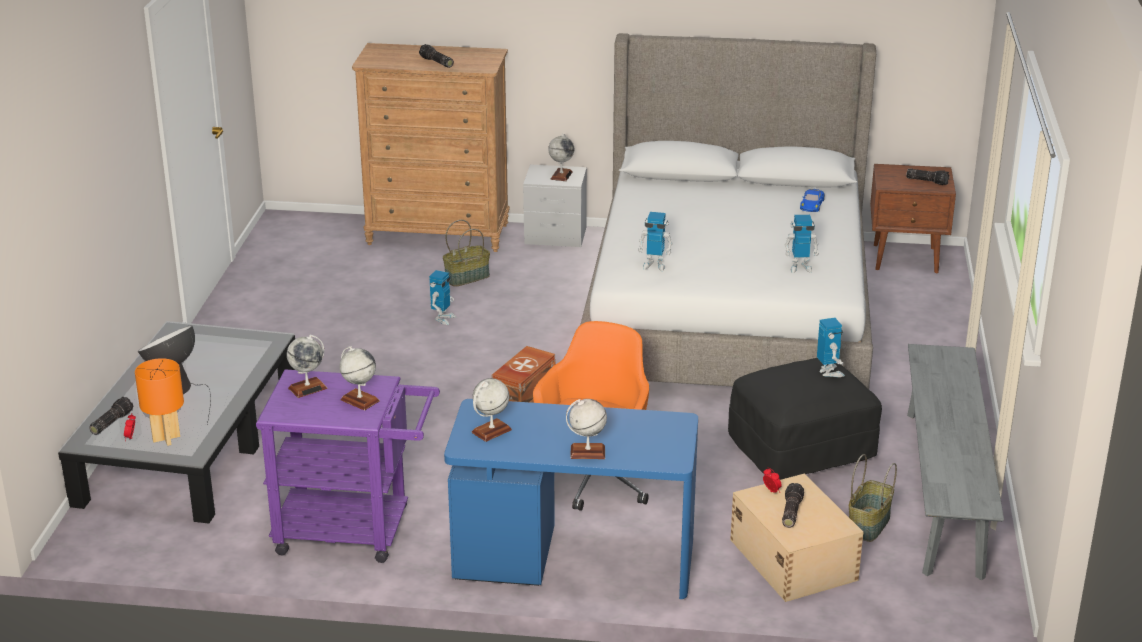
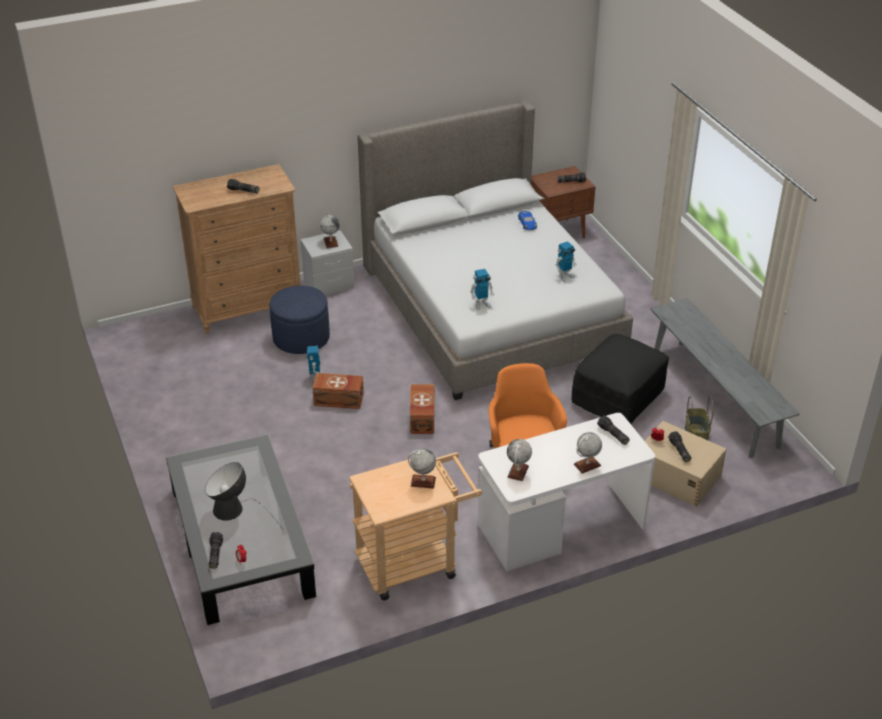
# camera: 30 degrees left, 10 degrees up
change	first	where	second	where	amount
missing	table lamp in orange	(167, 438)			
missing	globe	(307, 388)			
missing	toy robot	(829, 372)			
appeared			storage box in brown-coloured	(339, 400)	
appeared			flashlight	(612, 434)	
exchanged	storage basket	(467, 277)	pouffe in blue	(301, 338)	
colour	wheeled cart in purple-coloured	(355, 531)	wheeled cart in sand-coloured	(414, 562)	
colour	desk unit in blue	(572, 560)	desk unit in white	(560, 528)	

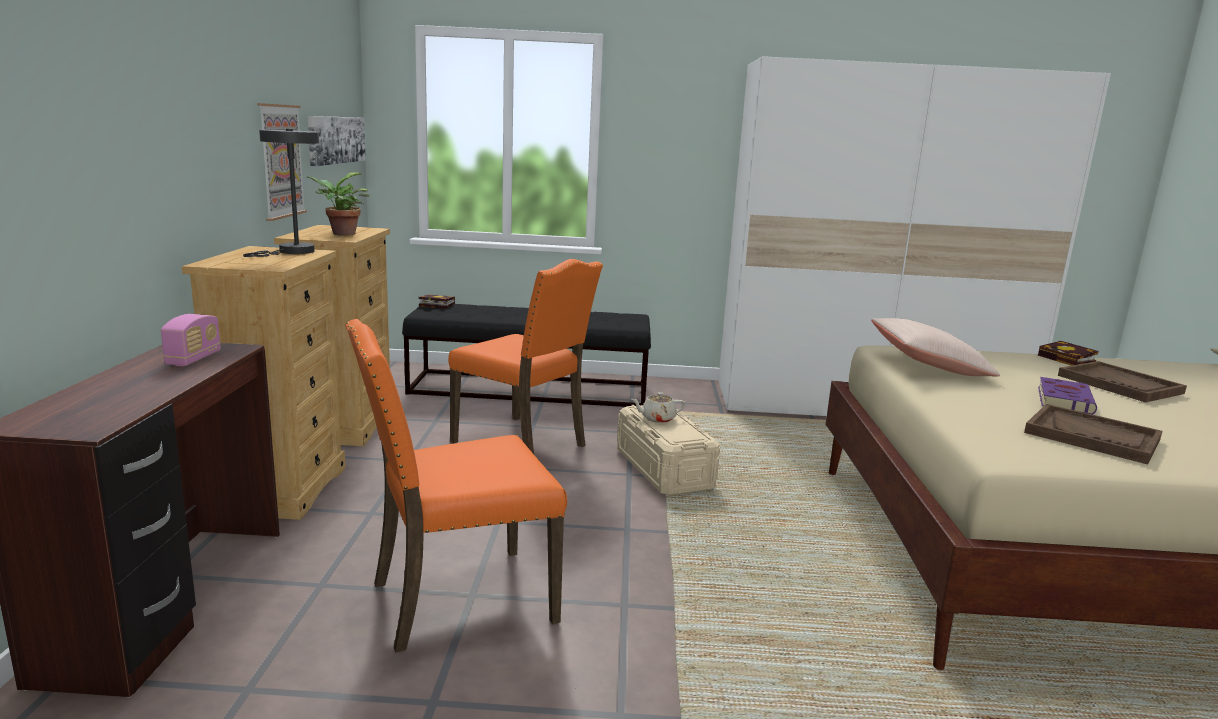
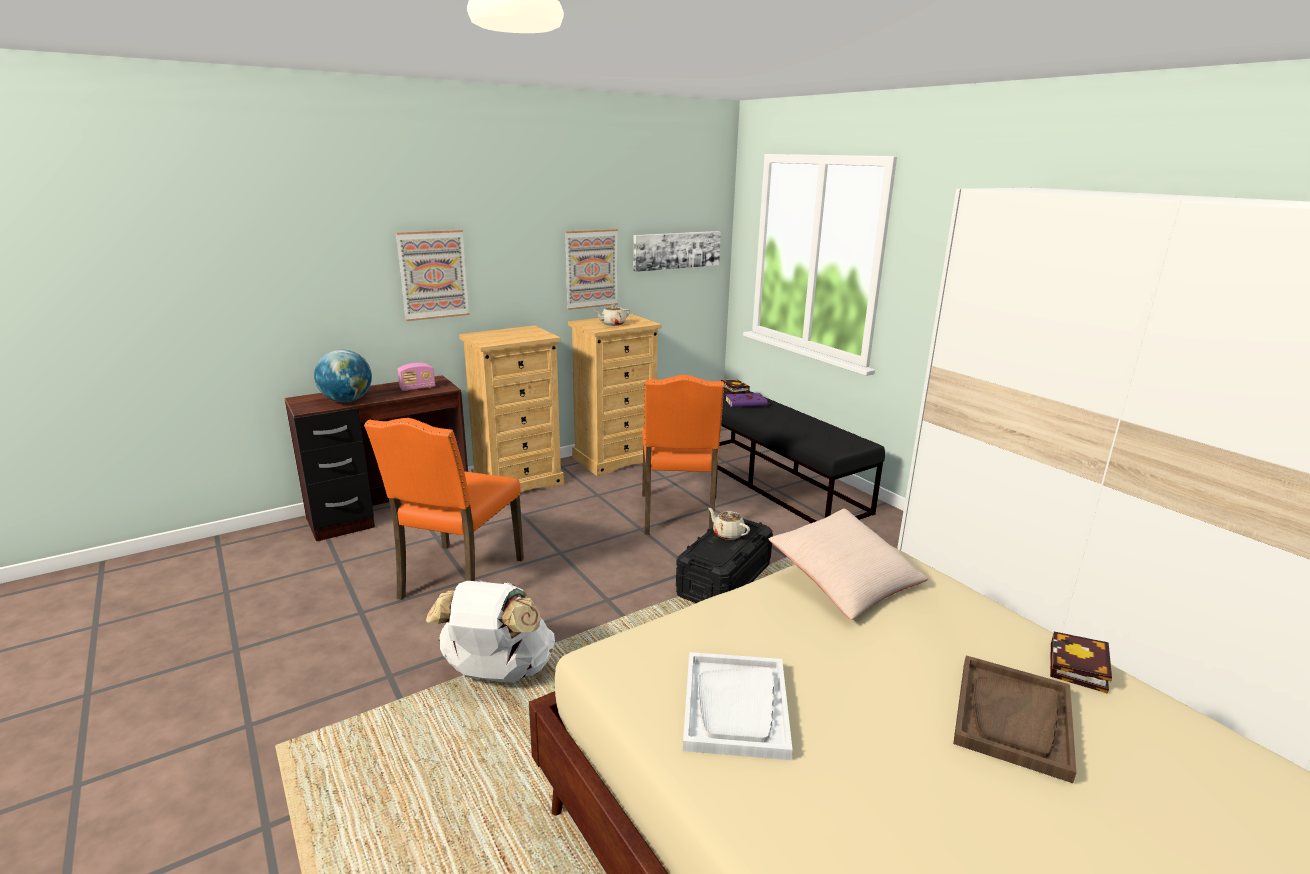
# camera: 55 degrees right, 5 degrees up
change	first	where	second	where	amount
missing	table lamp in greyish	(292, 252)			
appeared			globe	(347, 401)	
appeared			picture	(433, 275)	
appeared			rucksack in white	(497, 673)	
relocated	book in purple-coloured	(1064, 400)		(747, 403)	
exchanged	plant in a pot	(341, 234)	teapot in sand-coloured	(612, 324)	
colour	storage box in sand-coloured	(664, 469)	storage box in black	(724, 580)	
colour	carrying tray in brown-coloured	(1092, 436)	carrying tray in white	(736, 707)	
spun	plain chair in orange	(458, 600)		(458, 579)	105 degrees counterclockwise

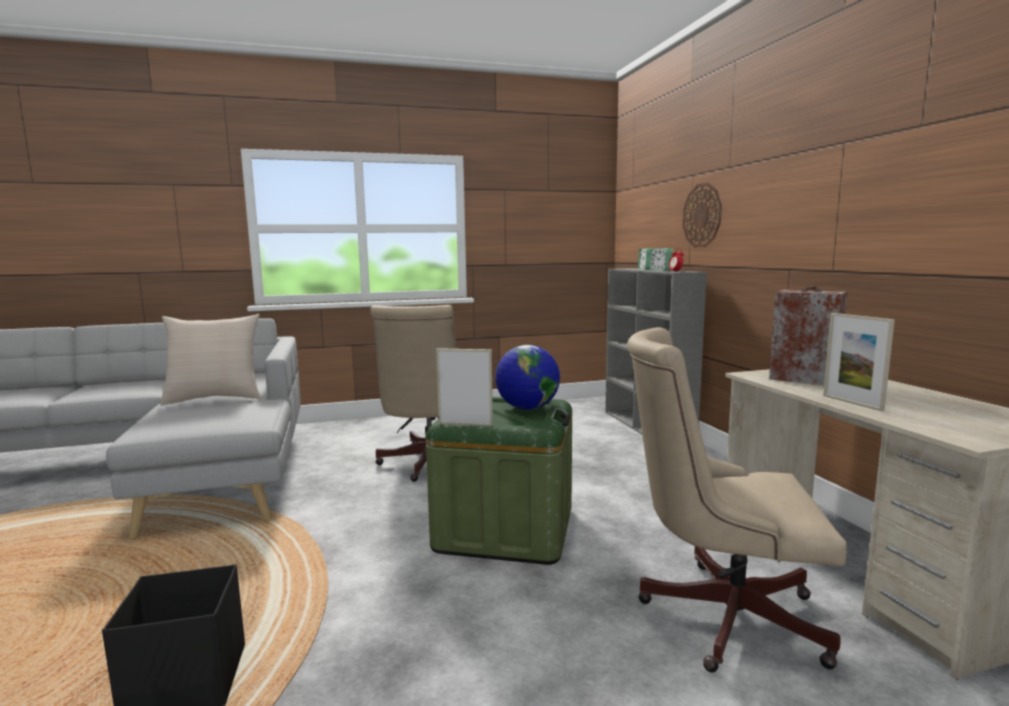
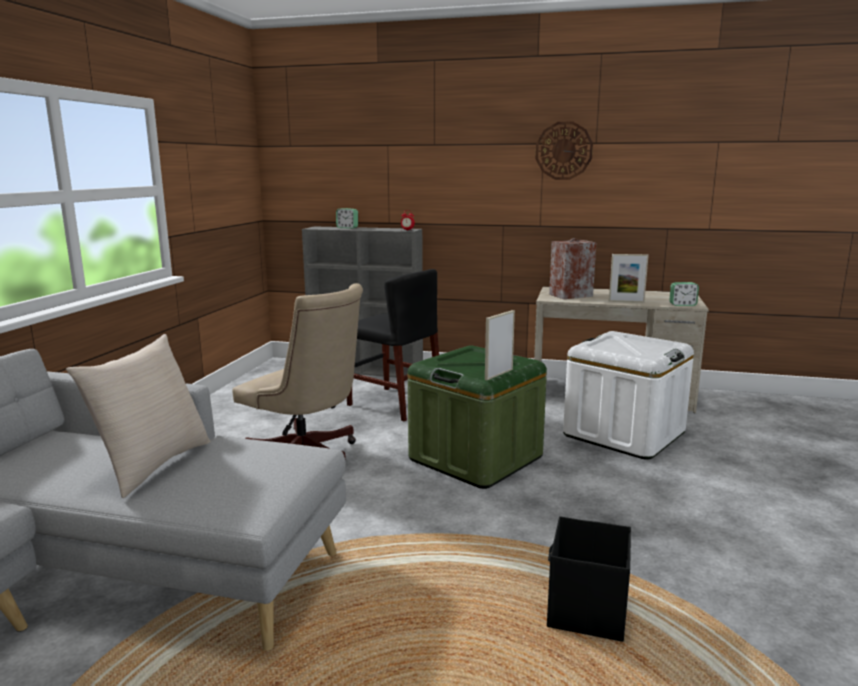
# camera: 60 degrees left, 5 degrees up
change	first	where	second	where	amount
missing	globe	(527, 408)			
appeared			plain chair in black	(394, 403)	
relocated	alarm clock	(661, 270)		(682, 305)	
relocated	hanging clock	(702, 215)		(563, 151)	
exchanged	computer chair in sand-coloured	(719, 613)	storage box in white	(624, 434)	

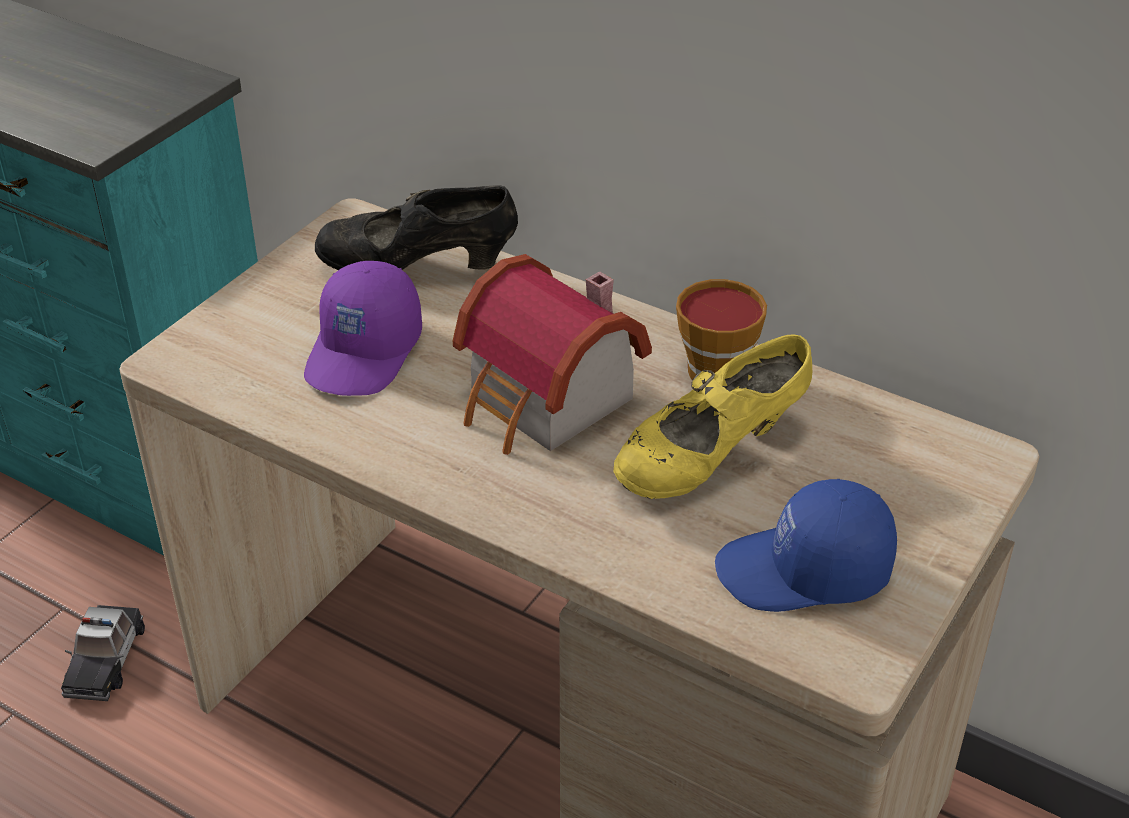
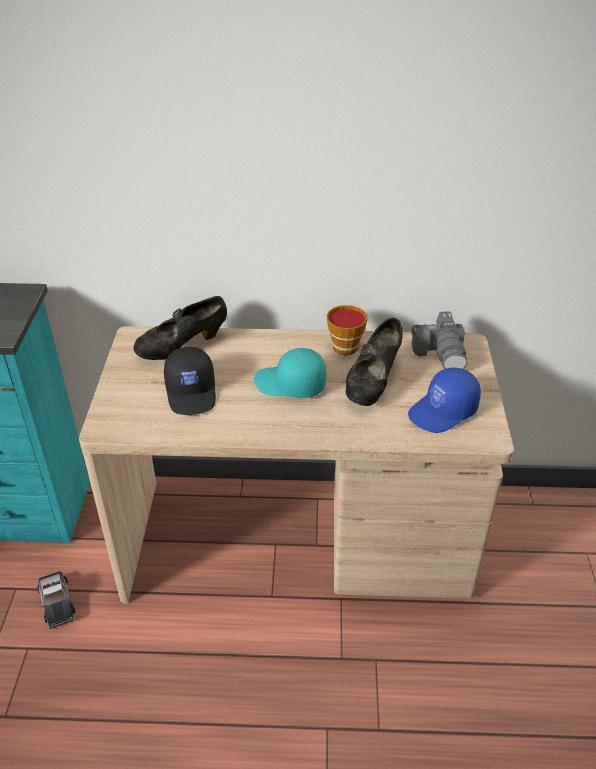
# camera: 30 degrees left, 0 degrees up
change	first	where	second	where	amount
appeared			photo camera	(442, 354)	
exchanged	model house	(547, 404)	cap in turquoise	(290, 385)	
colour	cap in purple-coloured	(365, 353)	cap in black	(192, 392)	
colour	shoe in yellow	(710, 459)	shoe in black	(373, 382)	

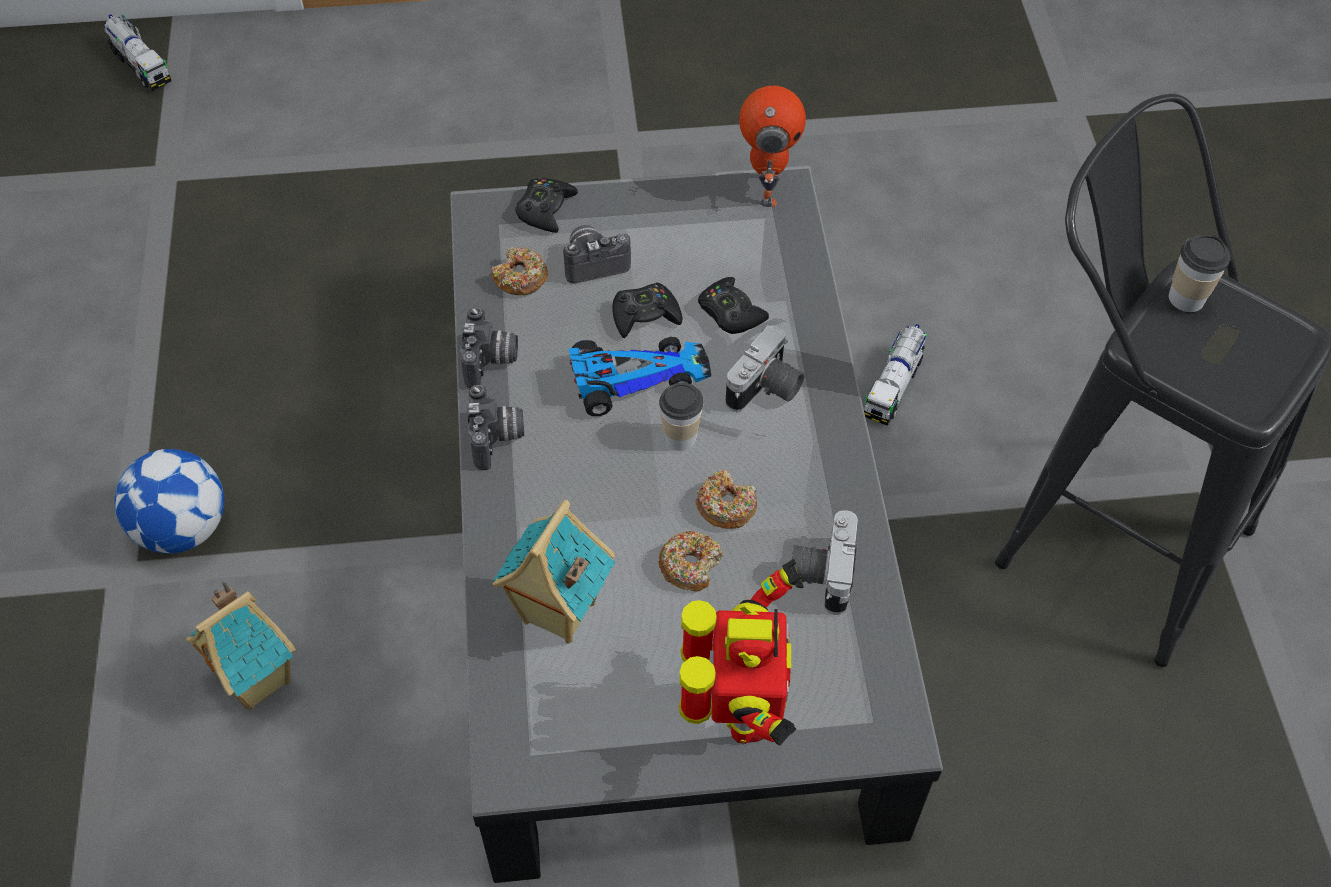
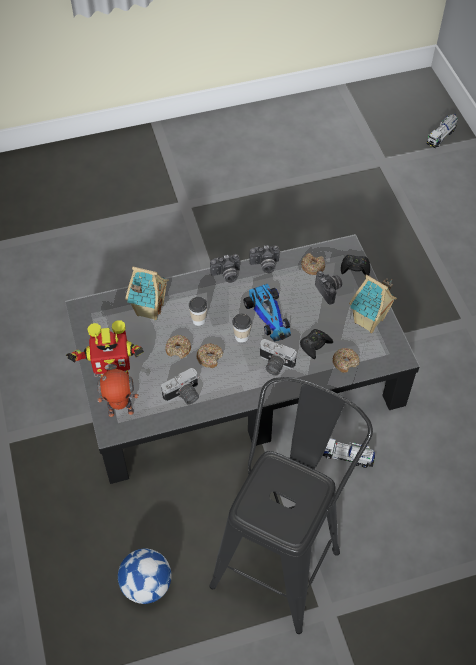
# camera: 80 degrees right, 0 degrees up
change	first	where	second	where	amount
missing	gamepad in black	(645, 315)			
appeared			doughnut	(345, 362)	
relocated	ball for football	(182, 528)		(146, 584)	
relocated	model house	(259, 679)		(369, 322)	
relocated	toy robot	(765, 188)		(121, 411)	
relocated	drinking cup	(1186, 298)		(198, 320)	
spun	photo camera	(821, 572)		(183, 395)	150 degrees clockwise

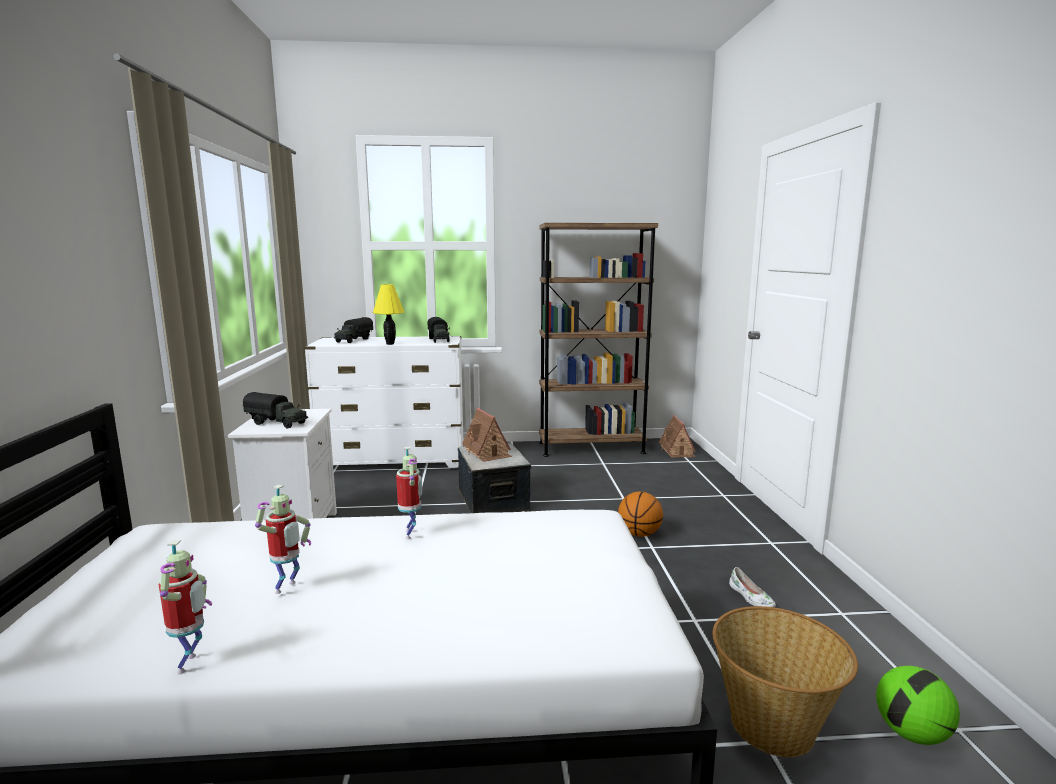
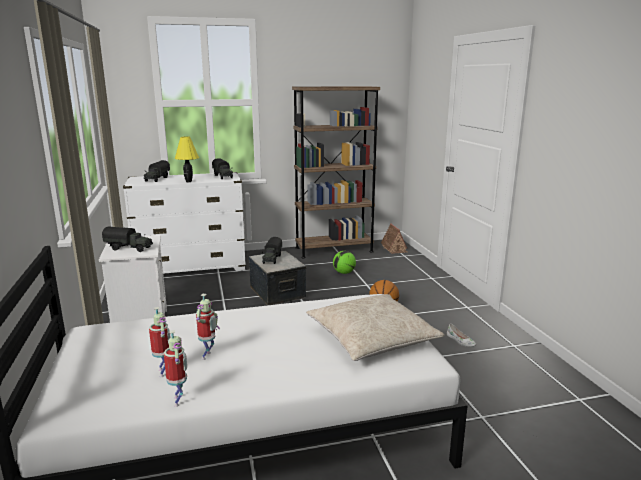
# camera: 10 degrees left, 5 degrees up
change	first	where	second	where	amount
missing	storage basket	(773, 725)			
appeared			pillow in sand-coloured	(372, 337)	
relocated	toy robot	(411, 534)		(164, 372)	
relocated	ball for football	(911, 733)		(344, 273)	
exchanged	model house	(487, 452)	model truck	(272, 259)	

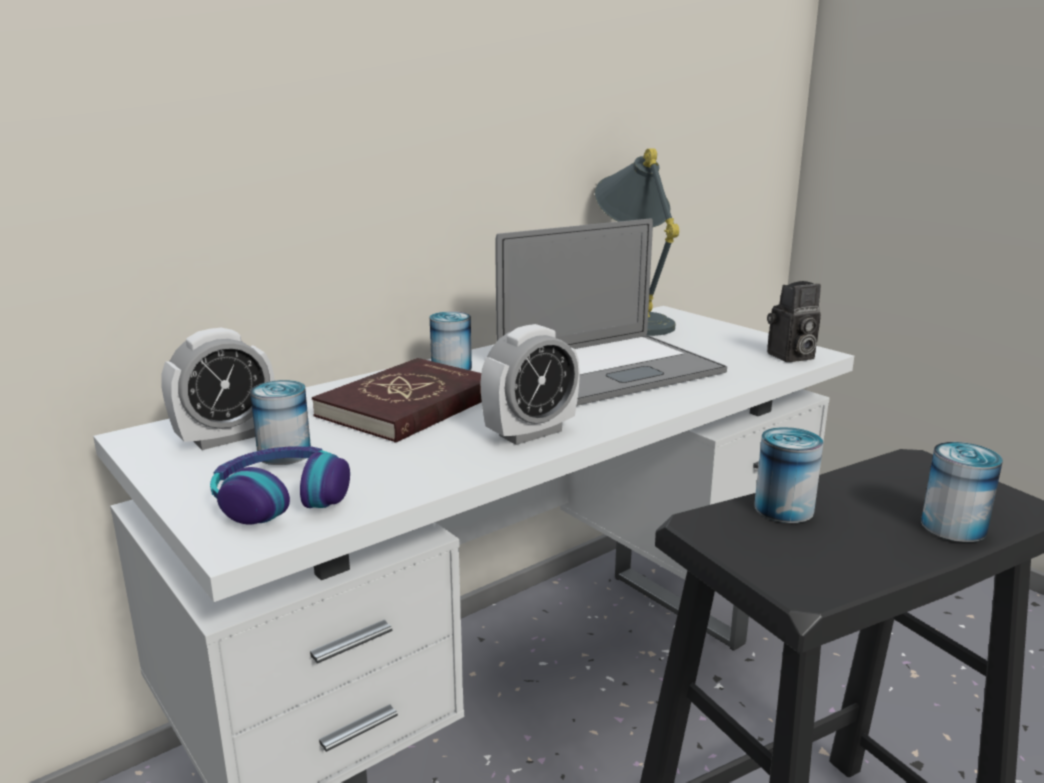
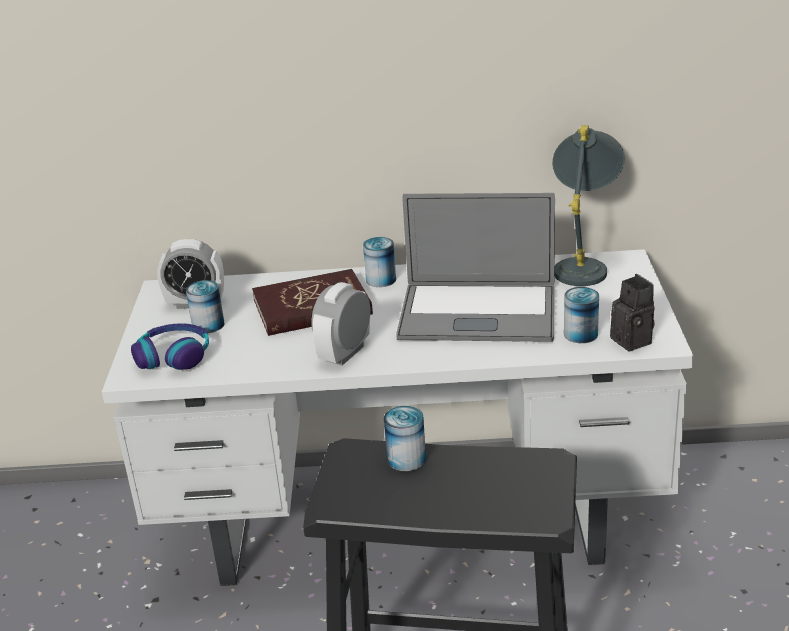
# camera: 40 degrees right, 10 degrees up
change	first	where	second	where	amount
relocated	sealed can	(953, 527)		(580, 334)	
spun	alarm clock	(530, 433)		(345, 353)	120 degrees clockwise
spun	photo camera	(790, 357)		(634, 341)	135 degrees counterclockwise

